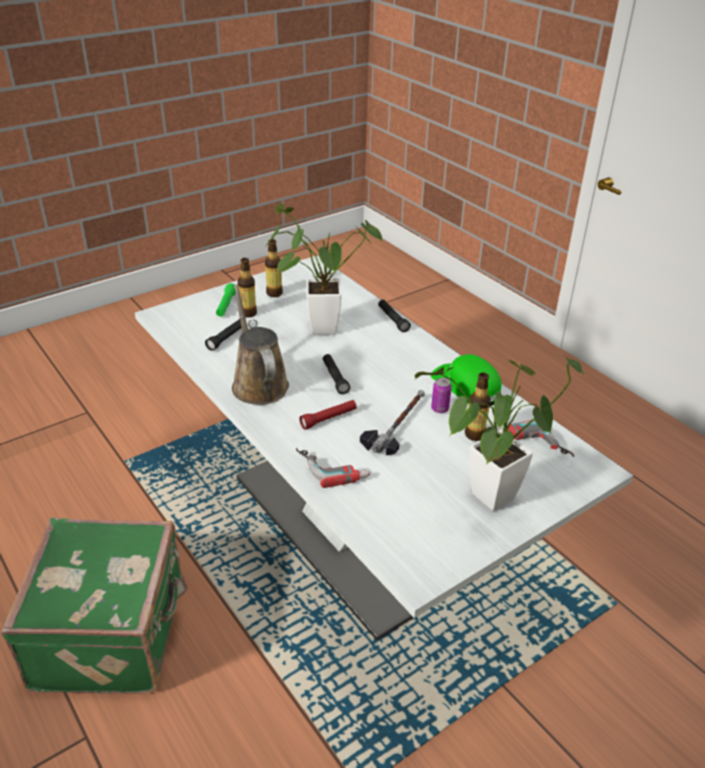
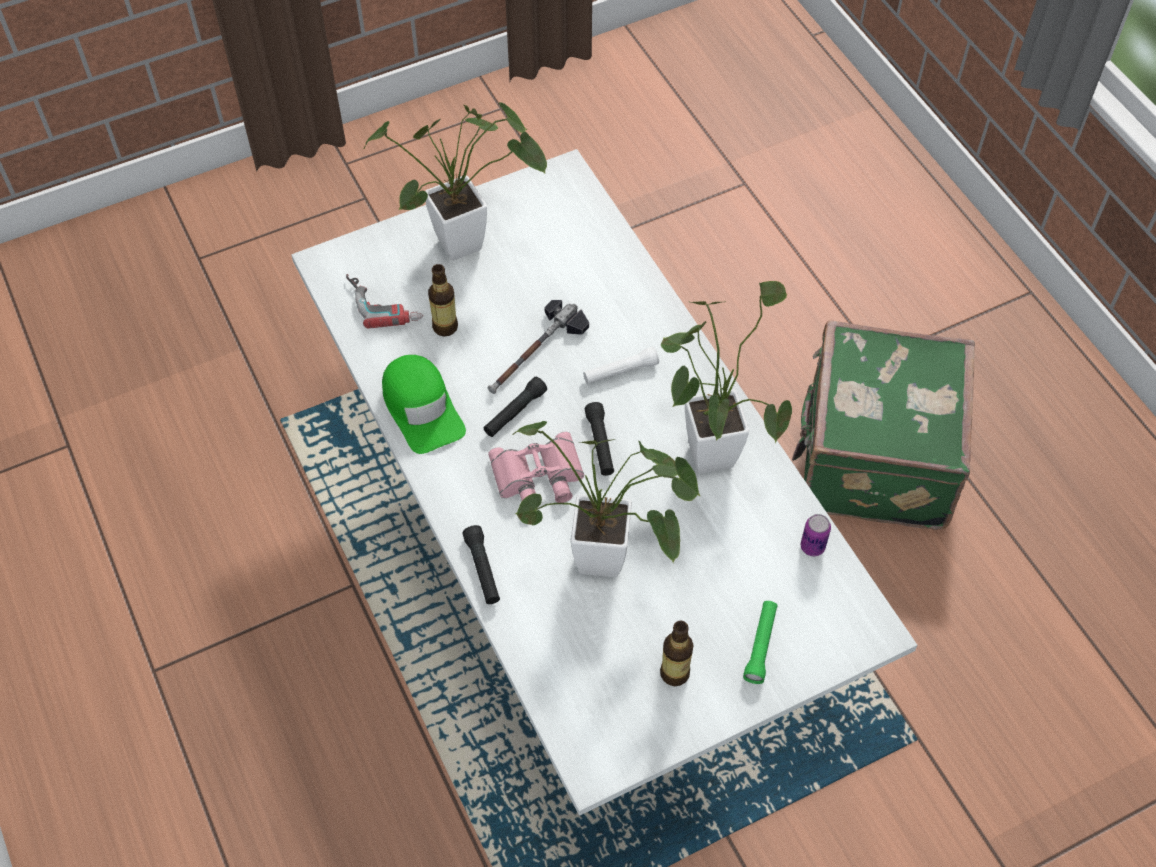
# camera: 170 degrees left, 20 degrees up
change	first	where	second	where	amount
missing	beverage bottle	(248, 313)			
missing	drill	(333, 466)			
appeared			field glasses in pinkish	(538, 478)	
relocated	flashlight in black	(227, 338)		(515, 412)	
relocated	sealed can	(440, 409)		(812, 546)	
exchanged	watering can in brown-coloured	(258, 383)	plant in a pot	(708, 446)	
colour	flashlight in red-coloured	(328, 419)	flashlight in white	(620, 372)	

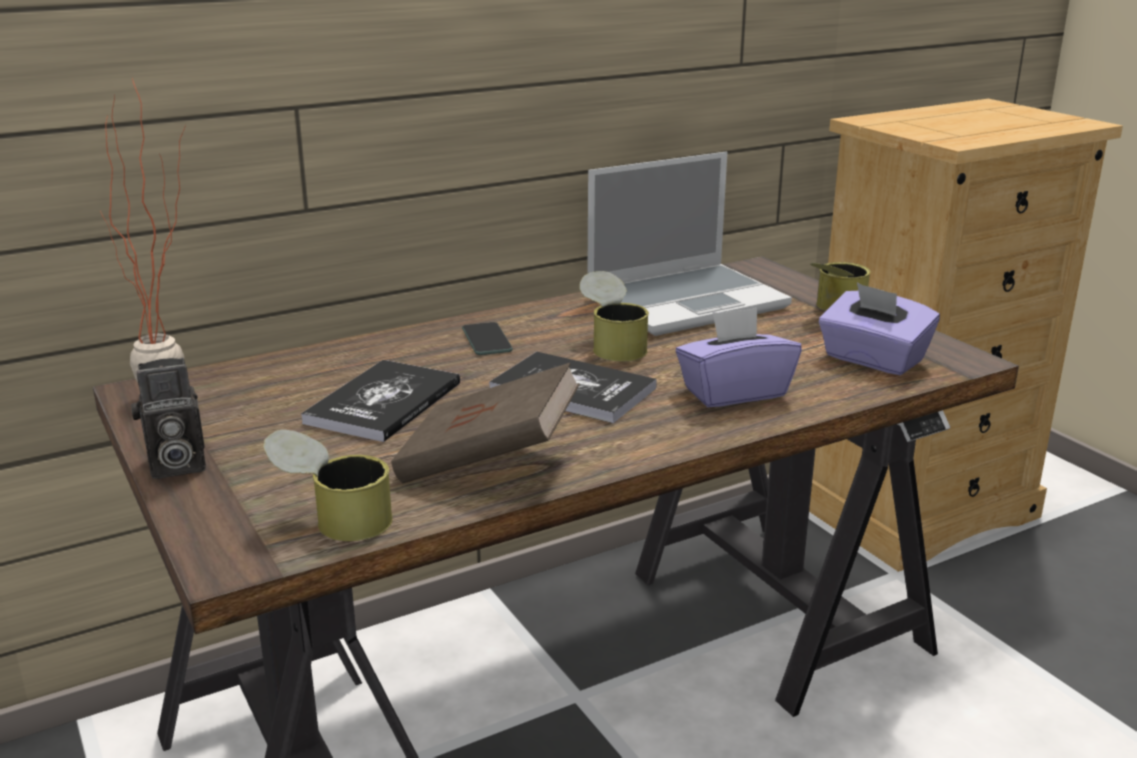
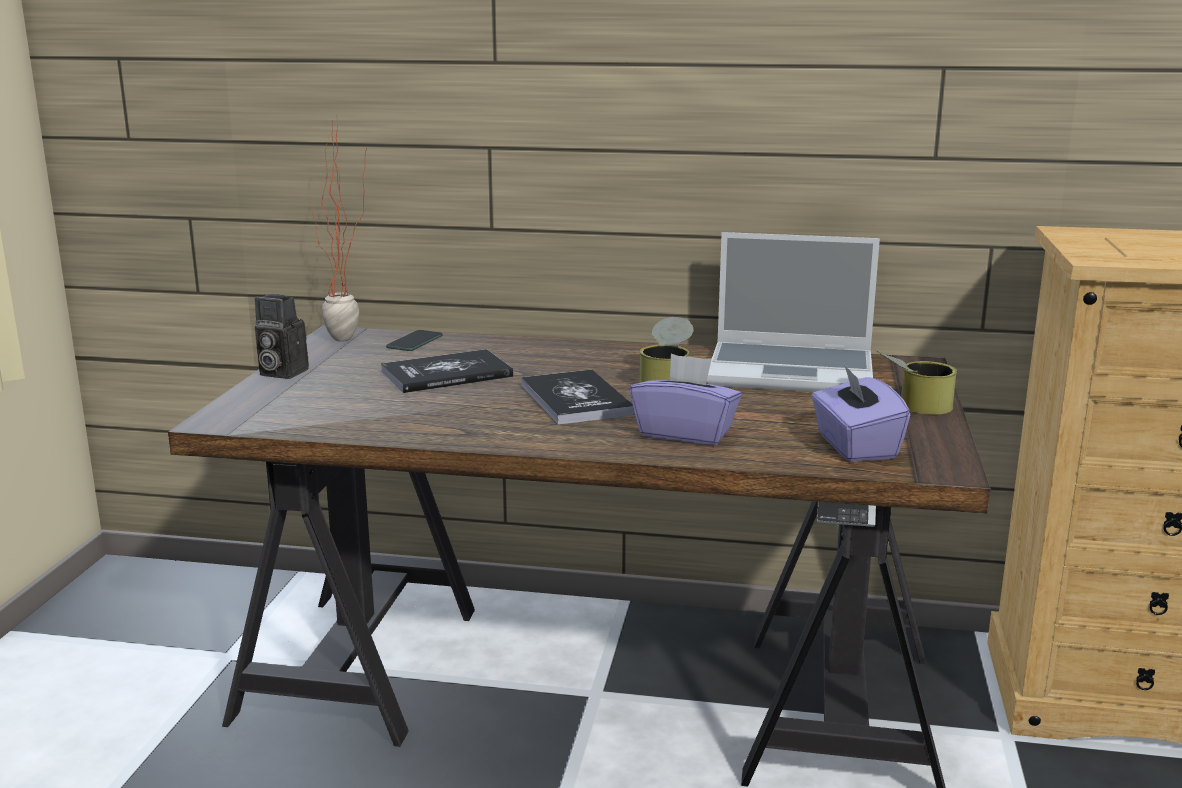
# camera: 40 degrees right, 5 degrees down
change	first	where	second	where	amount
missing	sealed can	(333, 519)			
missing	book in brown-coloured	(488, 463)			
relocated	telephone	(486, 340)		(414, 341)	

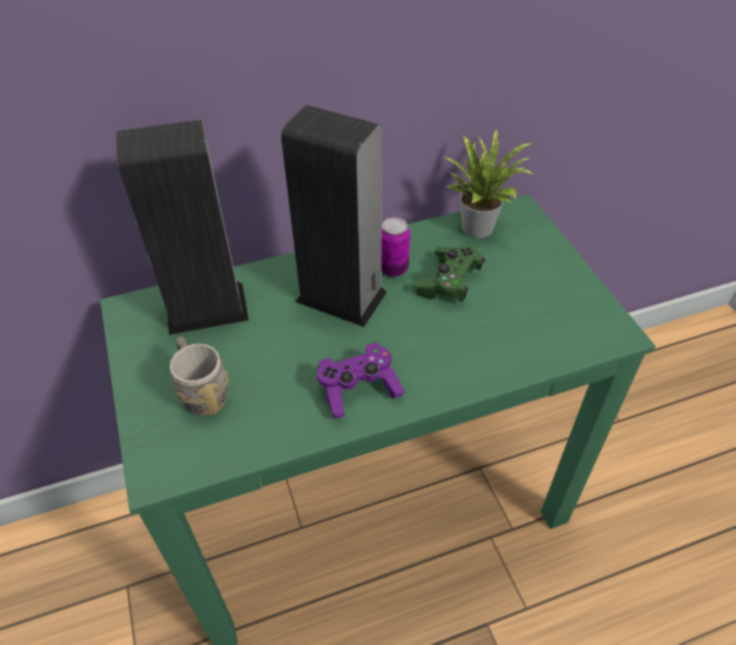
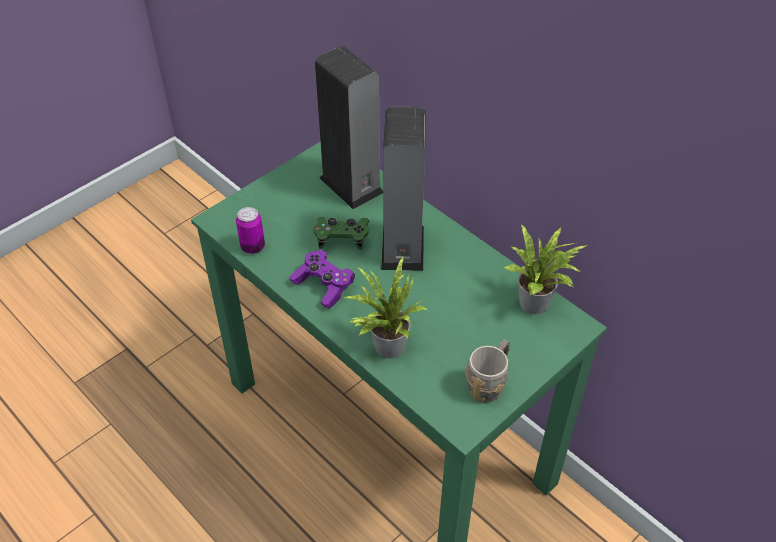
# camera: 65 degrees right, 0 degrees up
change	first	where	second	where	amount
appeared			plant in a pot	(385, 345)	
relocated	tea mug in greyish	(202, 392)		(489, 383)	
relocated	sealed can	(393, 269)		(253, 247)	
relocated	gamepad in greenish	(448, 282)		(342, 239)	

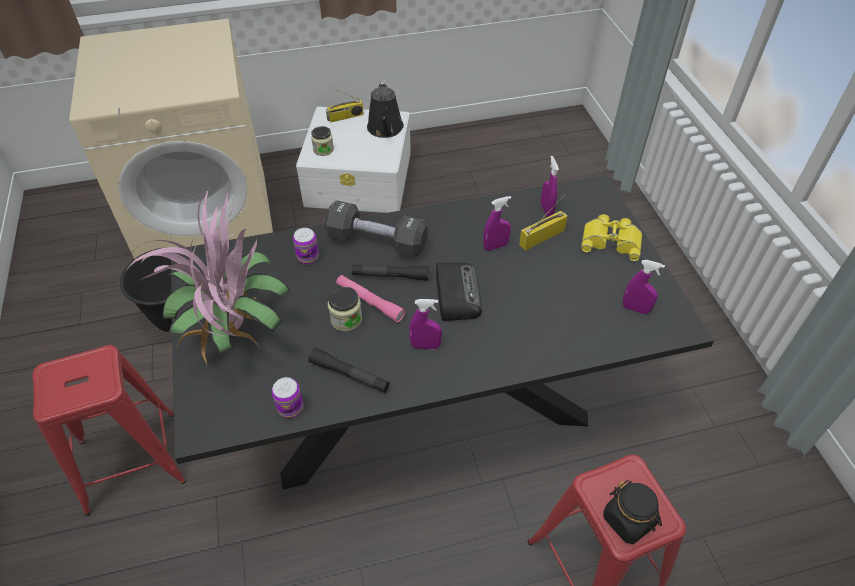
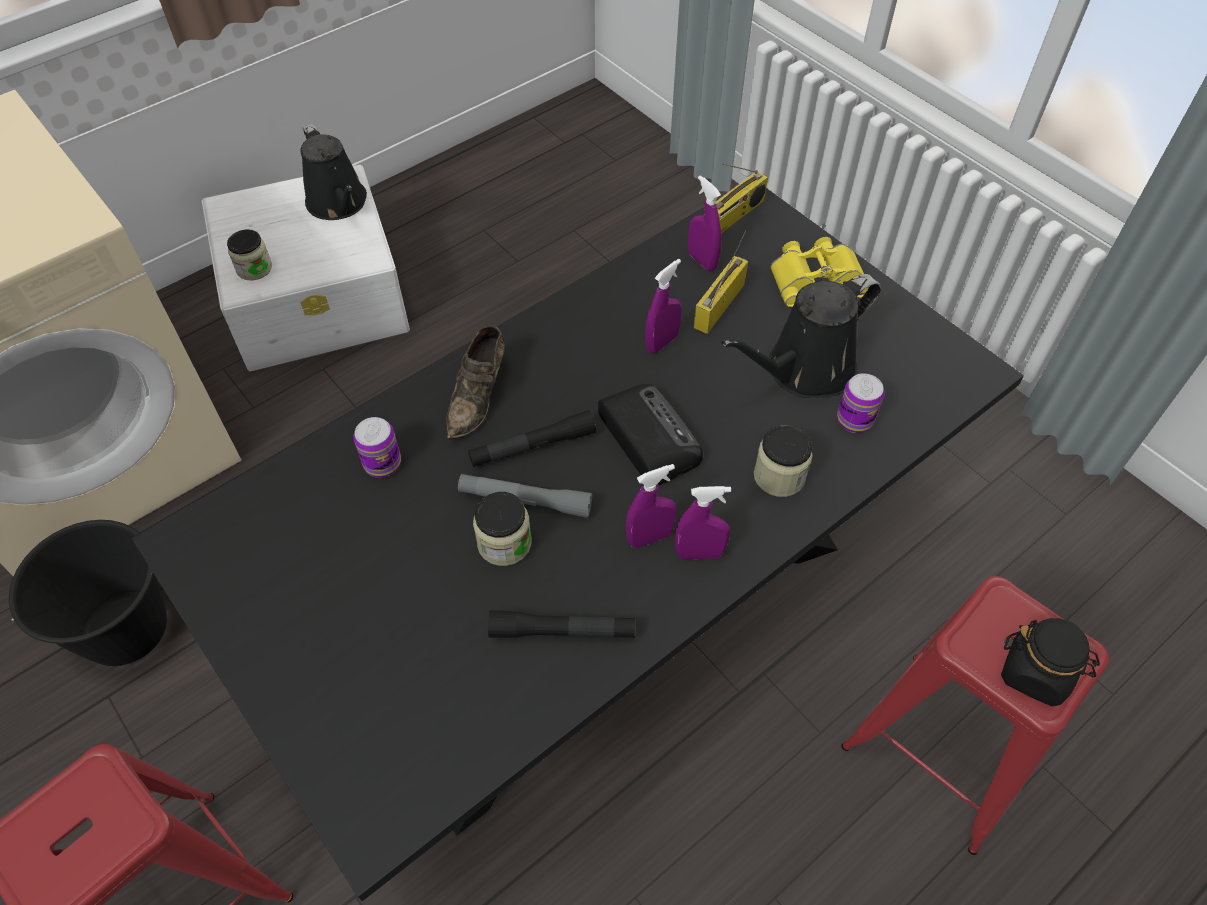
# camera: 25 degrees left, 5 degrees up
change	first	where	second	where	amount
missing	plant in a pot	(234, 335)			
appeared			watering can in black	(804, 370)	
appeared			jar	(779, 476)	
relocated	sealed can	(290, 408)		(854, 420)	
relocated	radio receiver	(345, 117)		(735, 216)	
relocated	hand sprayer in purple-coloured	(635, 309)		(699, 553)	
exchanged	hand weight in black	(377, 241)	shoe in brown-coloured	(479, 397)	
colour	flashlight in pinkish	(370, 302)	flashlight in greyish	(525, 500)	

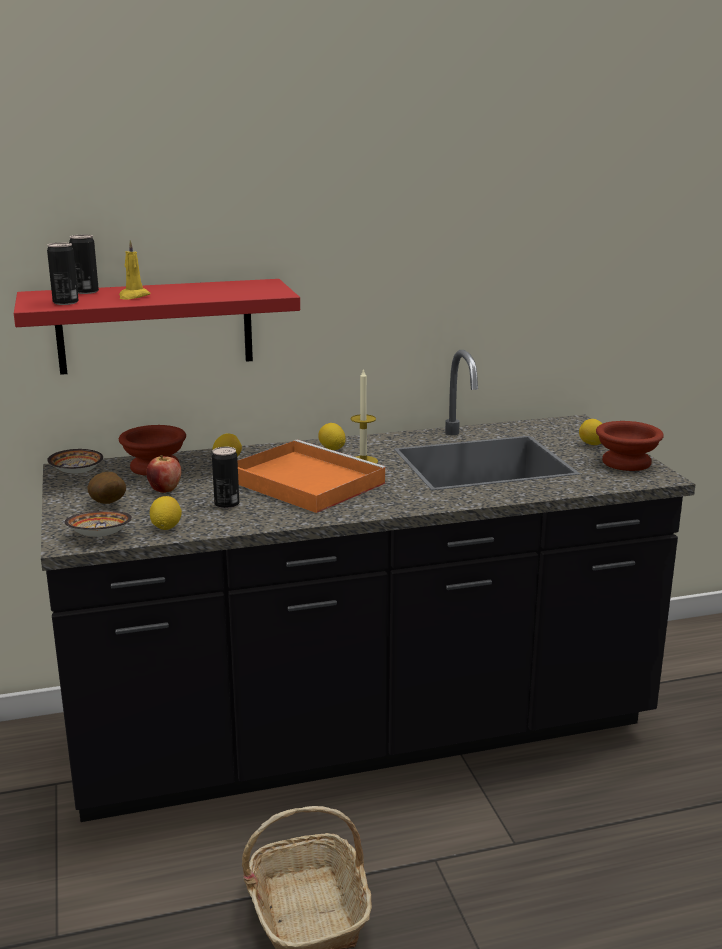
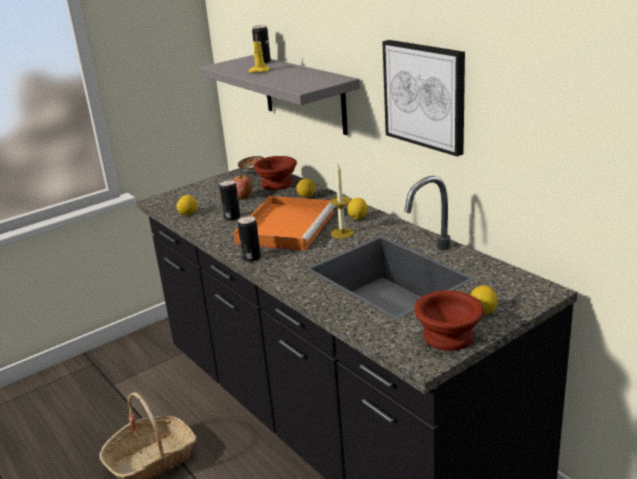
# camera: 70 degrees right, 5 degrees up
change	first	where	second	where	amount
missing	serving bowl	(100, 536)			
missing	whole potato	(107, 504)			
appeared			picture	(425, 95)	
relocated	sealed can	(65, 302)		(251, 258)	
colour	wall shelf in red-coloured	(155, 326)	wall shelf in greyish	(304, 94)	

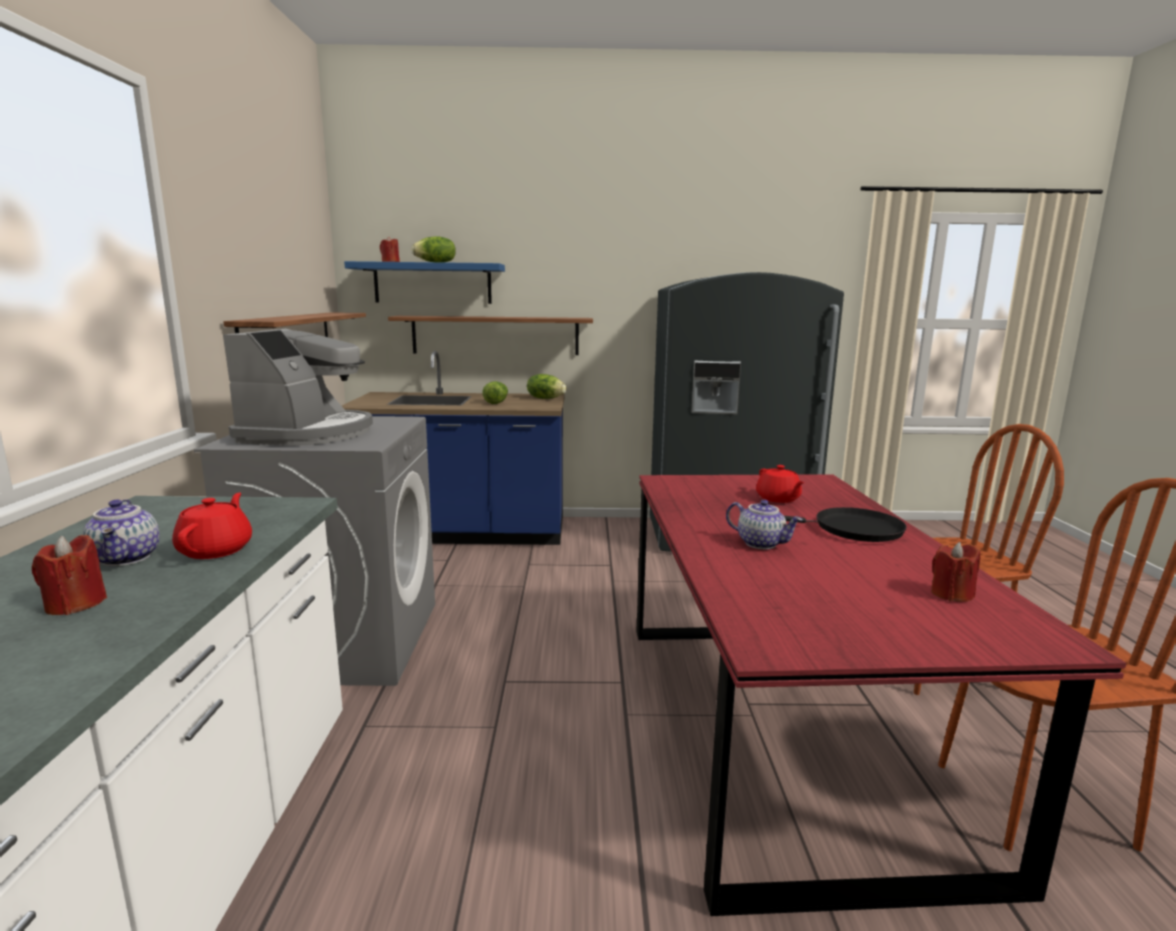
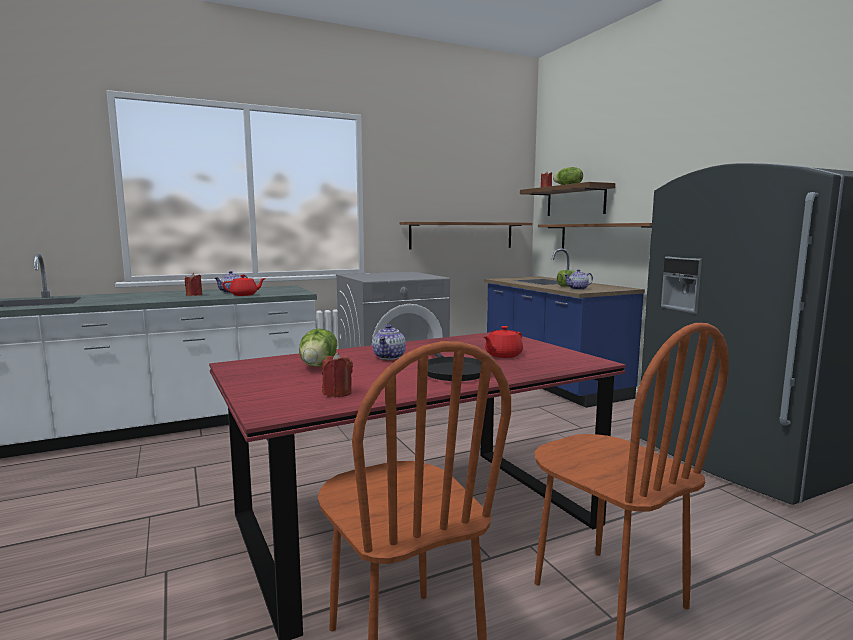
# camera: 65 degrees right, 5 degrees down
change	first	where	second	where	amount
missing	coffee machine	(308, 433)			
appeared			teapot	(578, 289)	
relocated	head of lettuce	(545, 398)		(319, 365)	
colour	wall shelf in blue	(432, 283)	wall shelf in brown-coloured	(575, 201)	

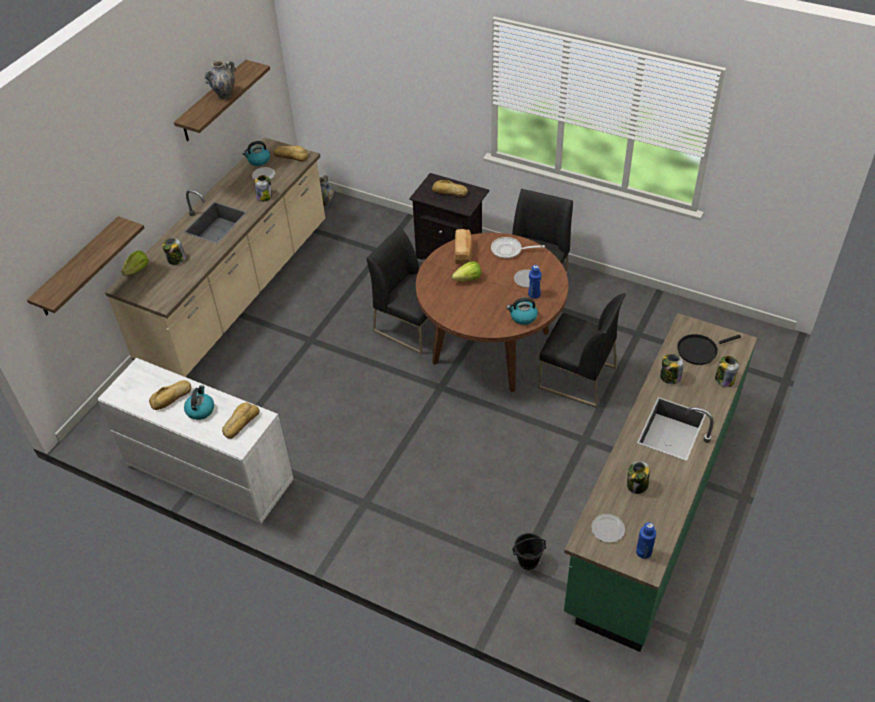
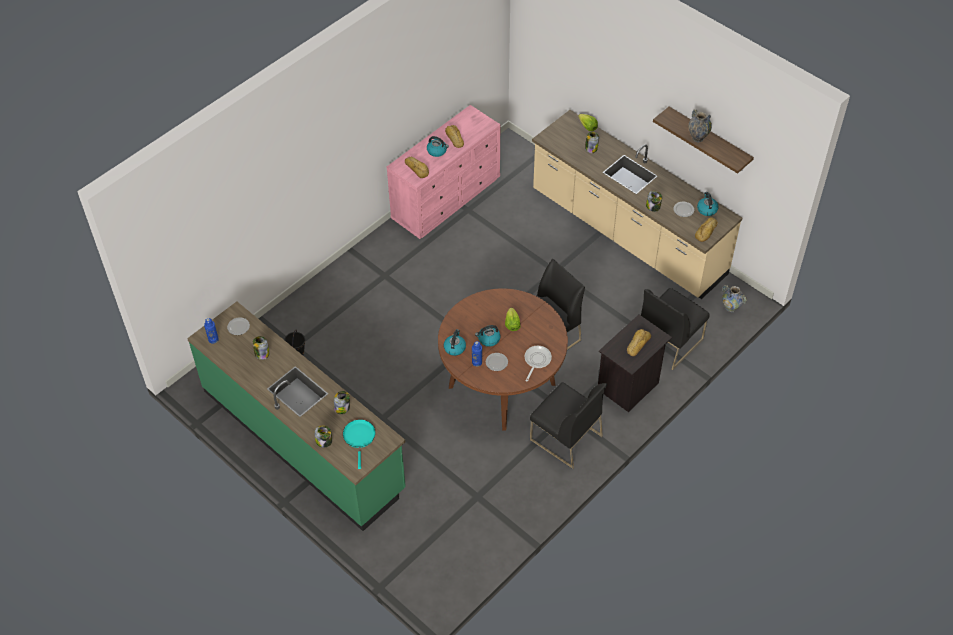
# camera: 105 degrees right, 5 degrees up
change	first	where	second	where	amount
missing	wall shelf	(78, 268)			
missing	bread	(463, 252)			
appeared			kettle	(488, 339)	
relocated	plain chair in black	(576, 378)		(669, 341)	
colour	drawer chest in white	(208, 473)	drawer chest in pinkish	(446, 198)	
colour	pan in black	(699, 350)	pan in turquoise	(359, 437)	

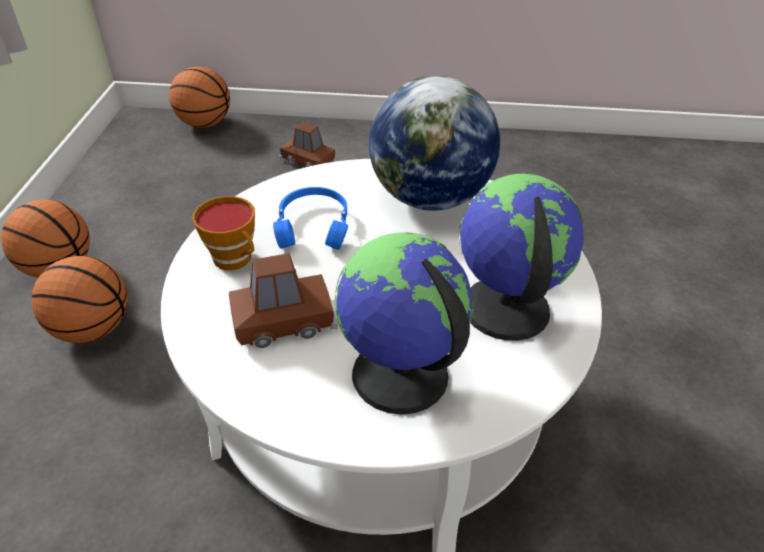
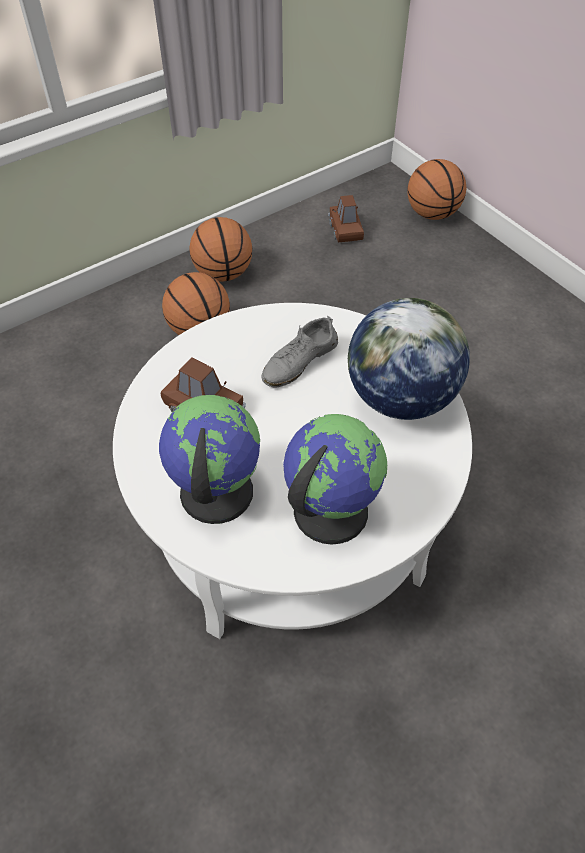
# camera: 50 degrees right, 10 degrees up
change	first	where	second	where	amount
missing	drinking cup	(236, 260)			
relocated	toy car in brown-coloured	(307, 161)		(345, 229)	
exchanged	headset in blue	(314, 226)	shoe in greyish	(299, 361)	

